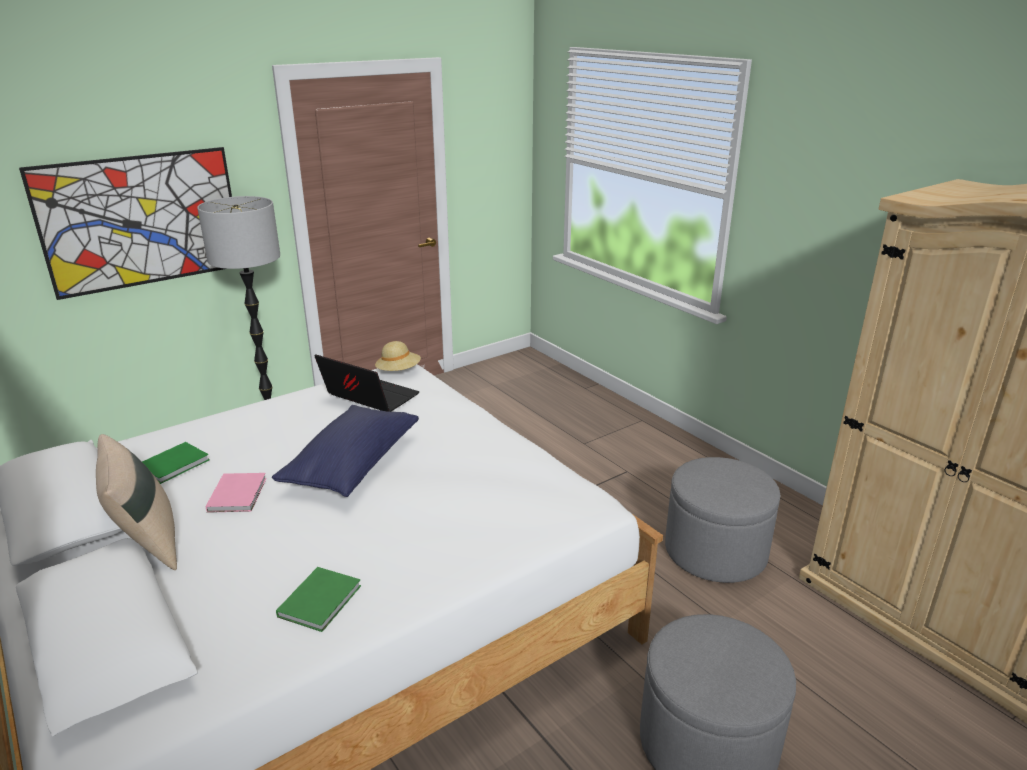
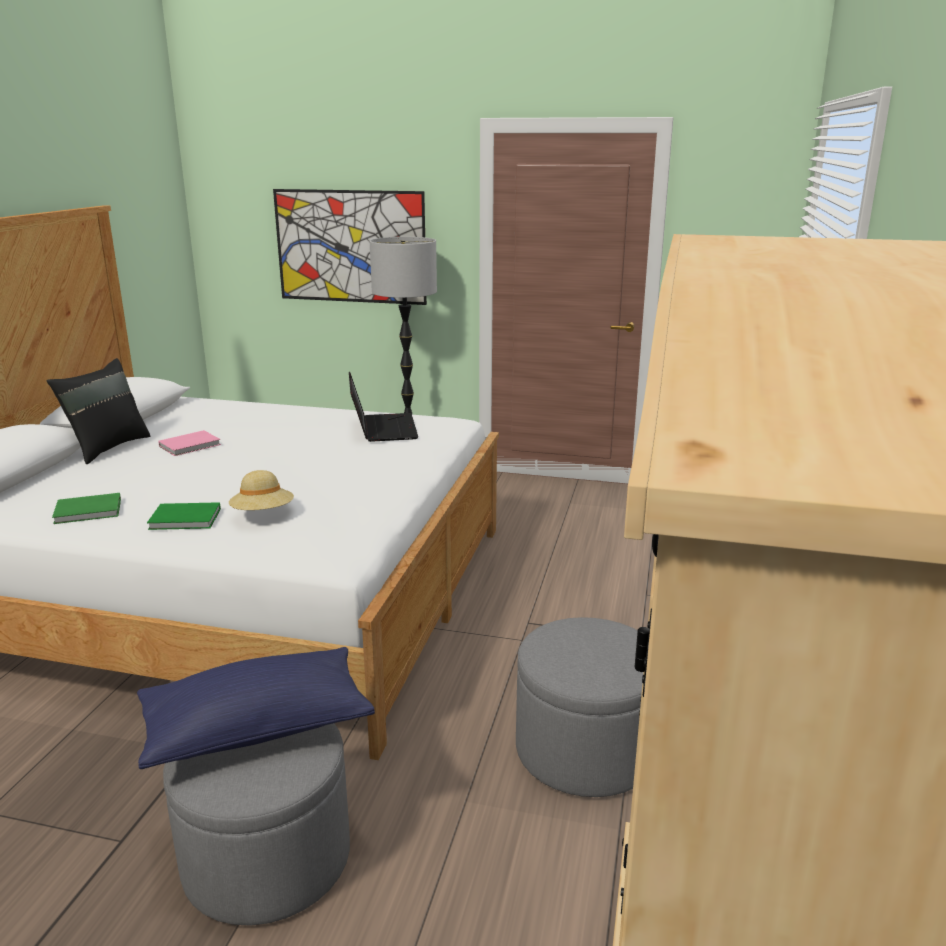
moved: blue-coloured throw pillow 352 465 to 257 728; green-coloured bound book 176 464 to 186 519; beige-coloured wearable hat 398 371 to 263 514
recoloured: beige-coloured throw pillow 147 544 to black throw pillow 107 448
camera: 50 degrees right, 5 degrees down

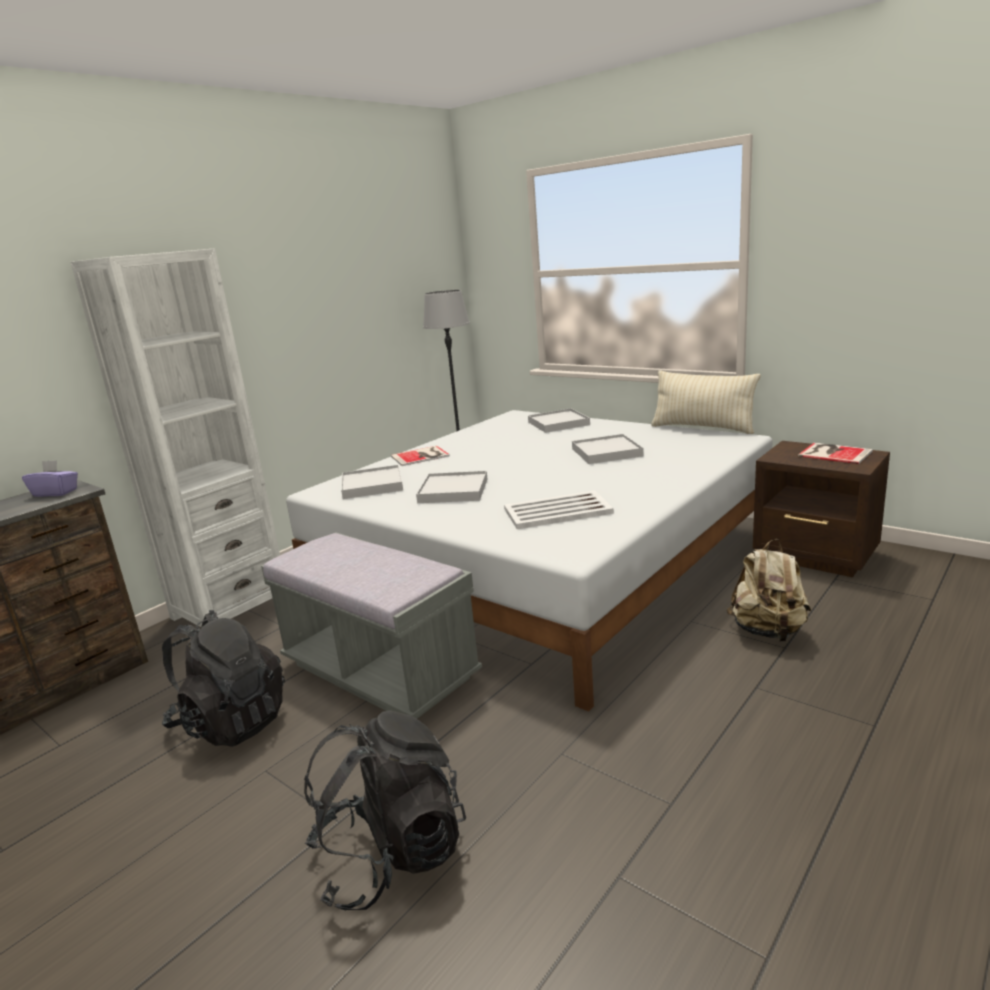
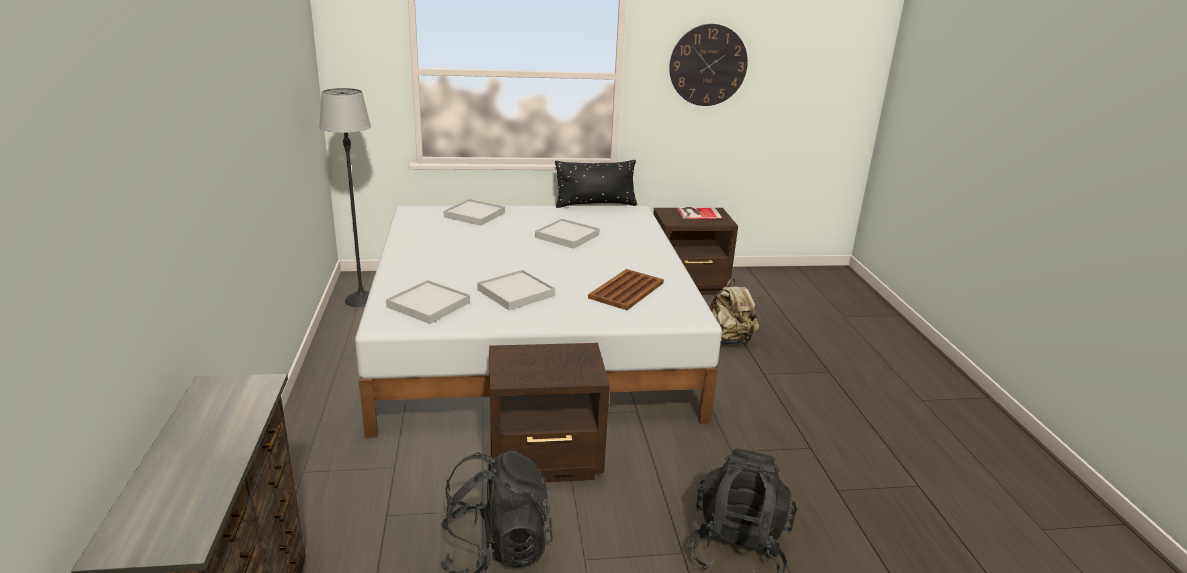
removed: purplish tissue box 56 493; whitish bookcase 230 608; bound book 421 456
added: clock on the wall 708 65
replaced: gray indoor bench 379 672 to brown night table 546 461
recoloured: beige-coloured throw pillow 703 428 to black throw pillow 595 204; whitish carrying tray 556 511 to brown carrying tray 626 290
camera: 50 degrees left, 5 degrees up

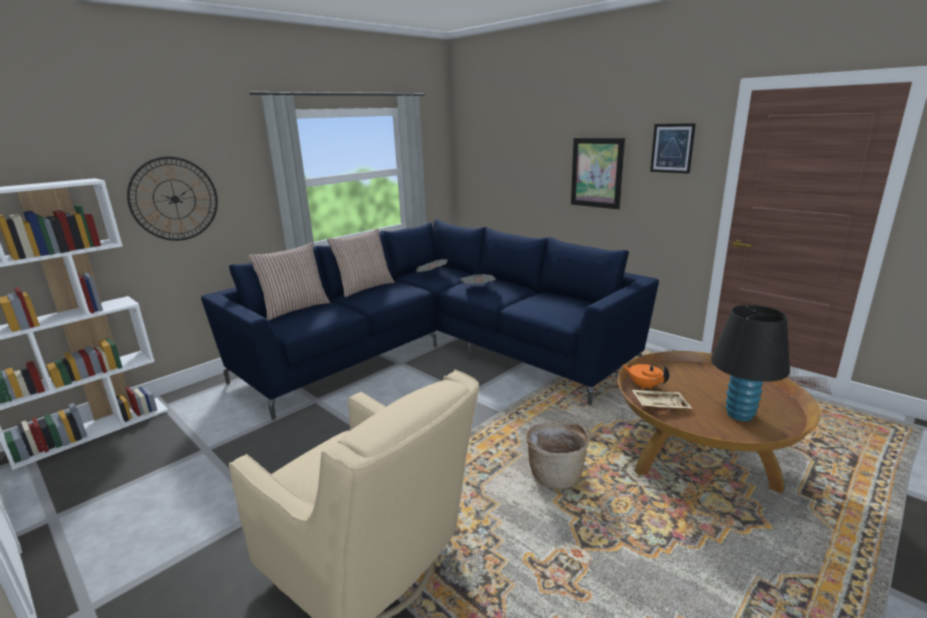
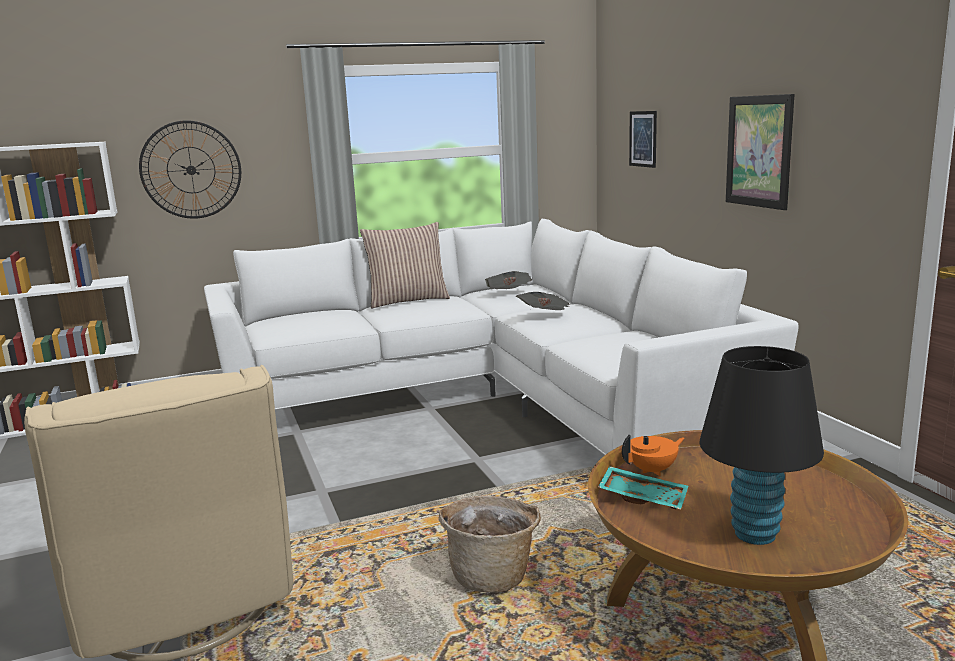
removed: throw pillow 295 308
moved: wall art 672 148 to 643 139
recoloured: blue-coloured sofa 436 351 to whitish sofa 490 401; beige-coloured carrying tray 660 405 to turquoise carrying tray 643 497
turned: orange tea pot 644 386 = 652 470 90 degrees clockwise
camera: 25 degrees right, 5 degrees down

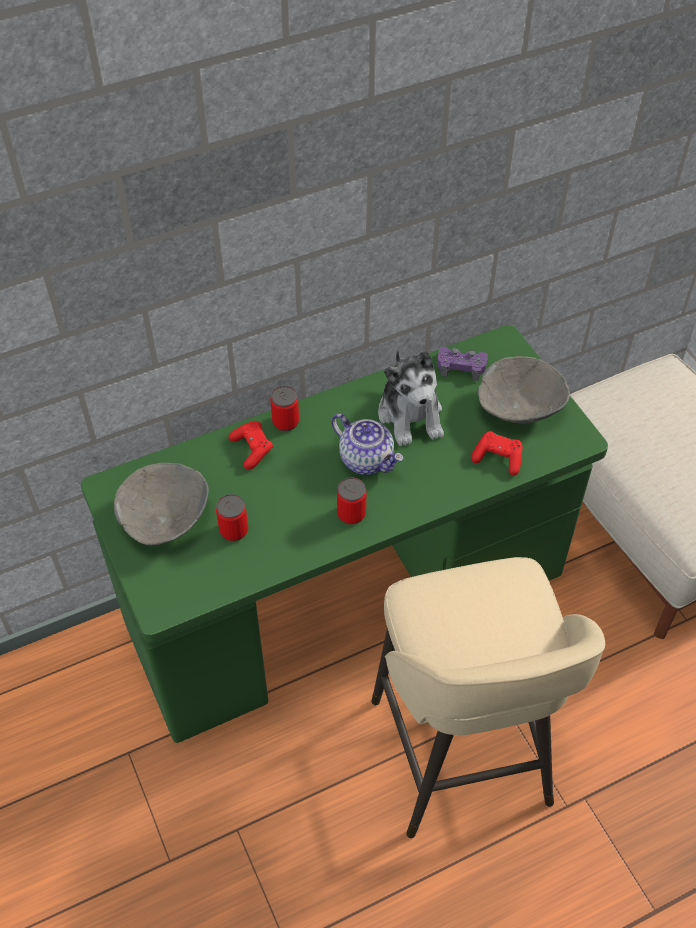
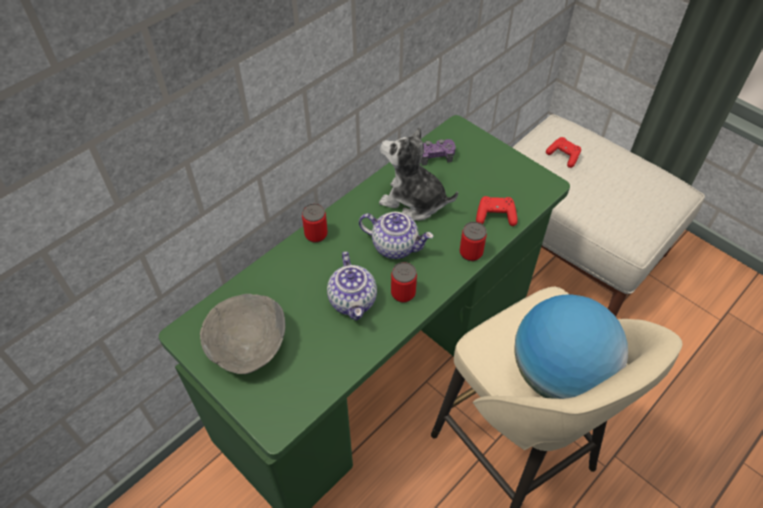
removed: gray bowl 519 408
added: tea pot 353 301; desk globe 558 374
moved: metal can 234 530 to 471 252; red-coloured gamepad 252 449 to 563 156
turned: plush toy 411 415 = 413 201 150 degrees clockwise
camera: 20 degrees left, 0 degrees up

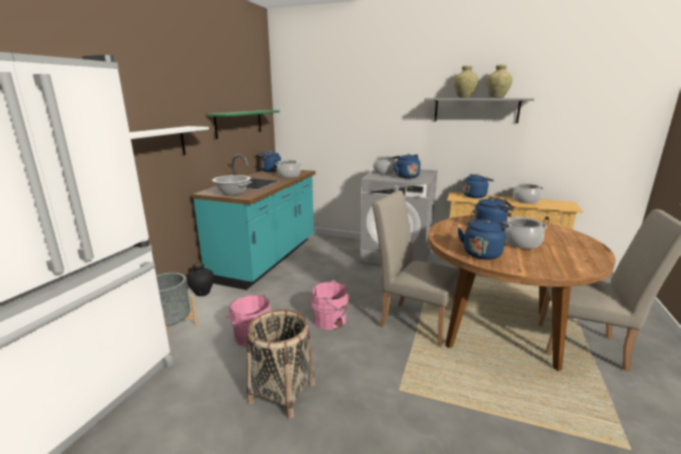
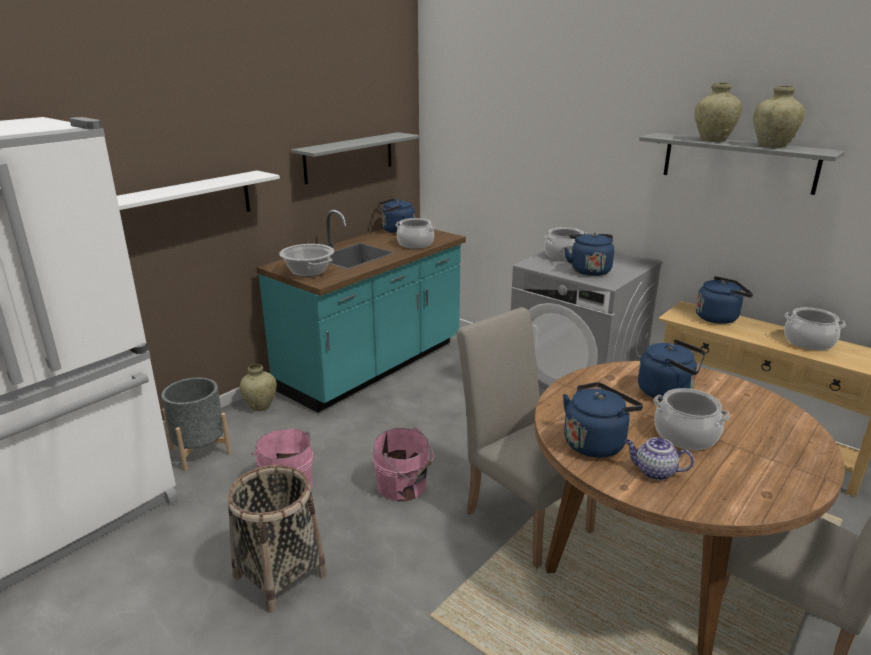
added: tea pot 654 472
recoloured: black vase 202 293 to beige-coloured vase 260 406; green-coloured shelf 239 123 to gray shelf 349 157
camera: 20 degrees right, 5 degrees up

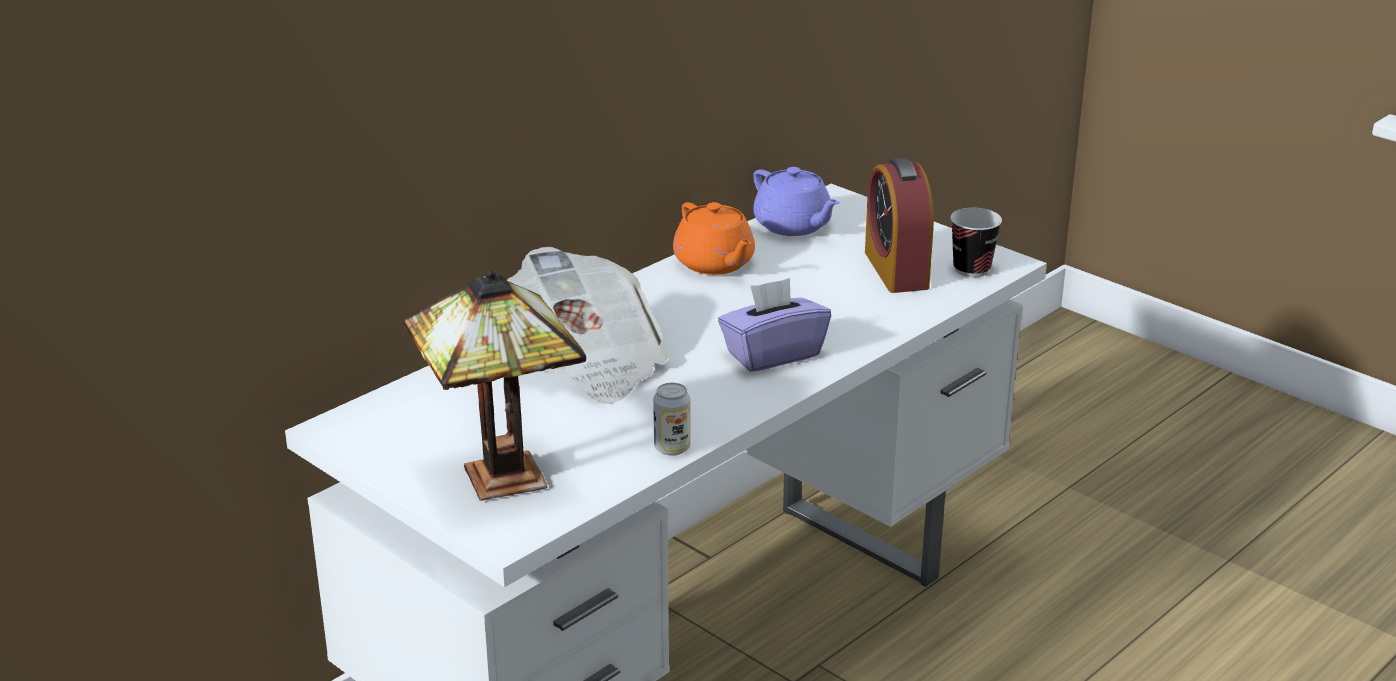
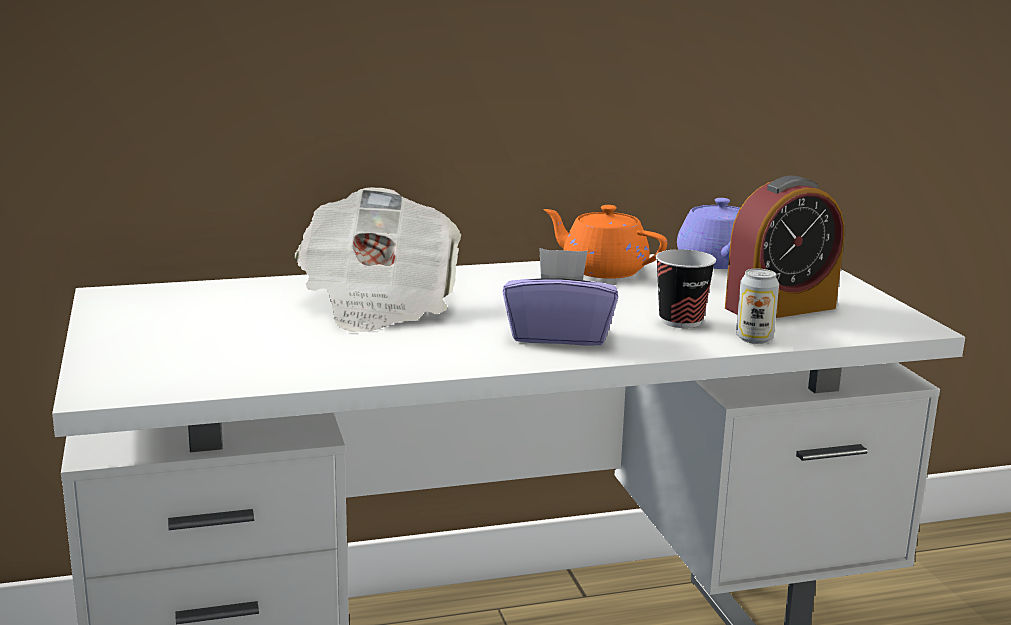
removed: tabletop lamp 500 481
moved: drinking cup 971 269 to 681 321; metal can 672 448 to 754 339
turned: orange tea pot 715 264 = 602 270 120 degrees clockwise; table clock 896 270 = 780 308 135 degrees counterclockwise
camera: 30 degrees right, 10 degrees down

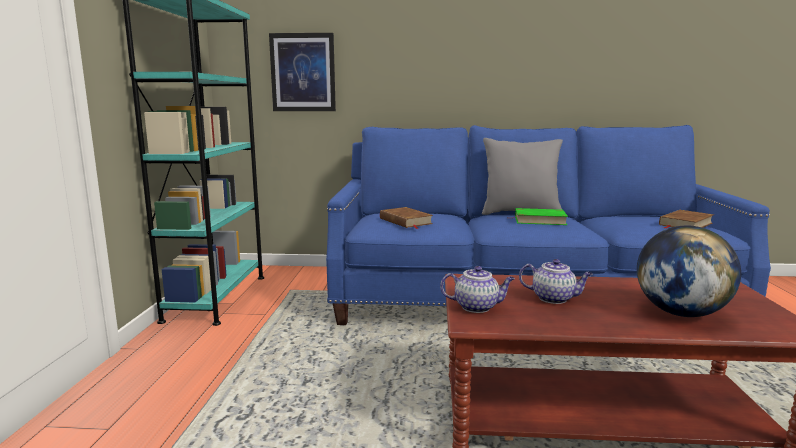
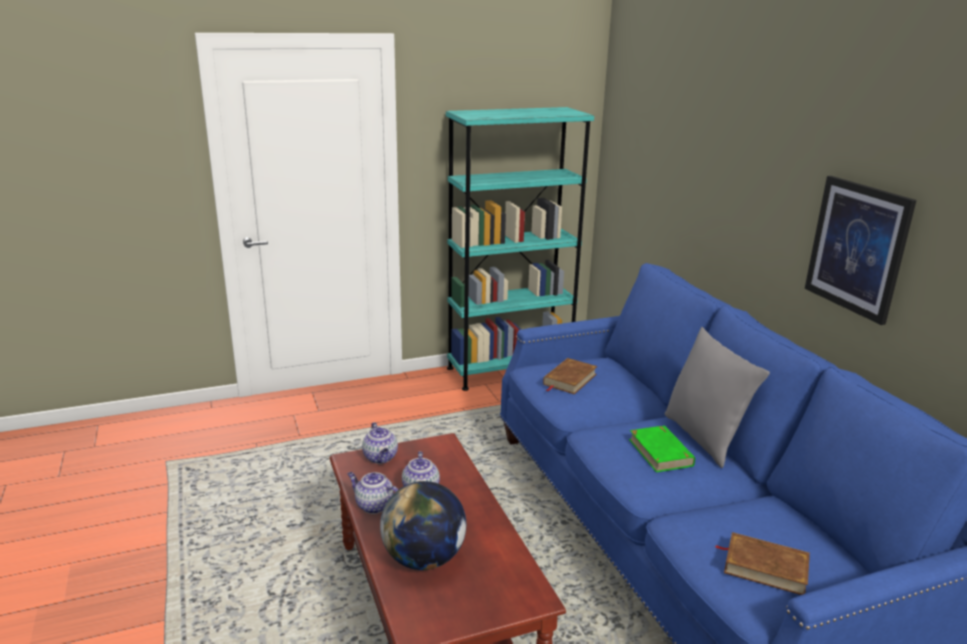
added: tea pot 373 505
moved: wall art 303 72 to 857 248
camera: 65 degrees right, 10 degrees up

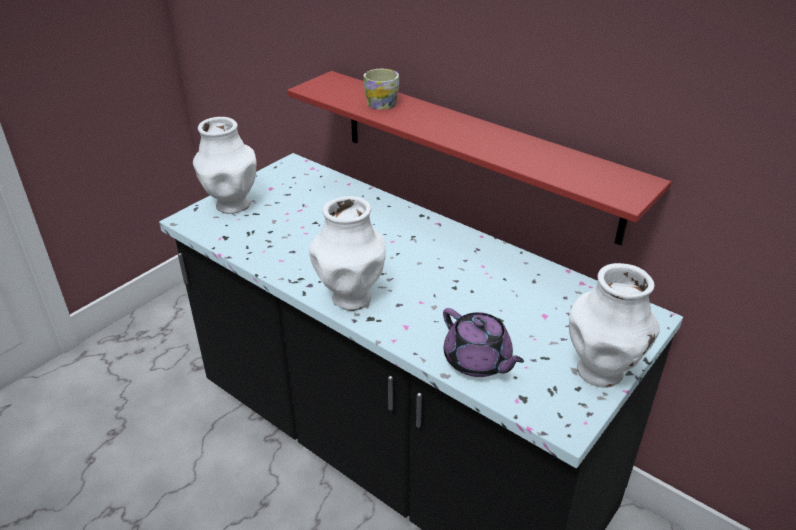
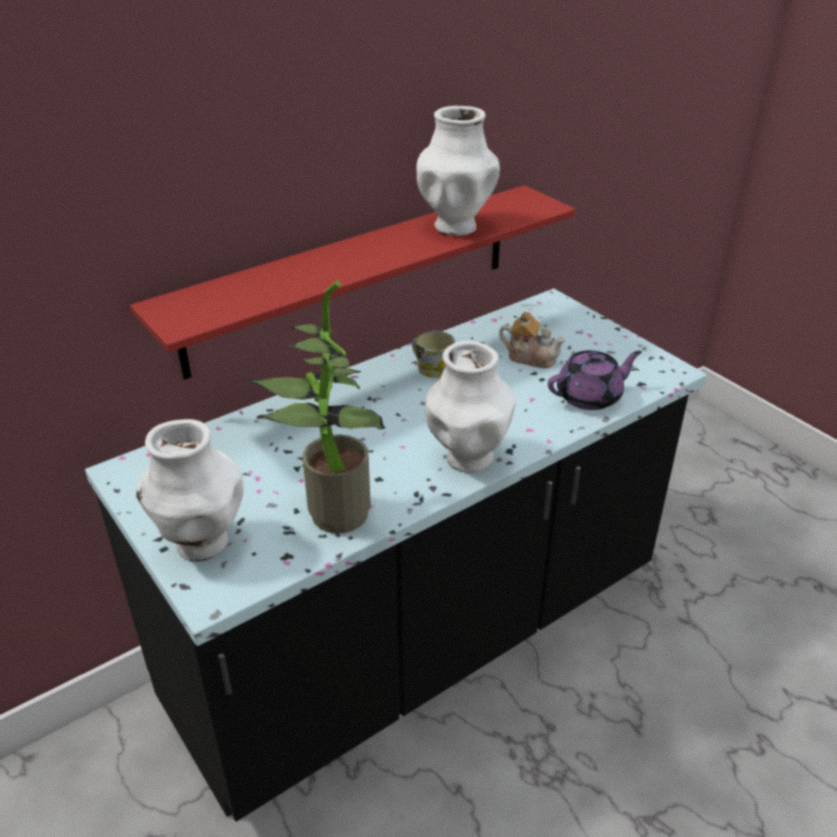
added: houseplant 330 516; tea pot 530 357
moved: tea mug 384 102 to 430 367; whitish vase 601 372 to 456 226
camera: 75 degrees left, 0 degrees up

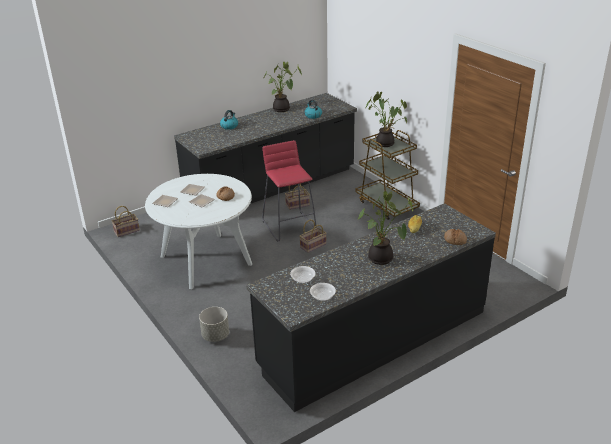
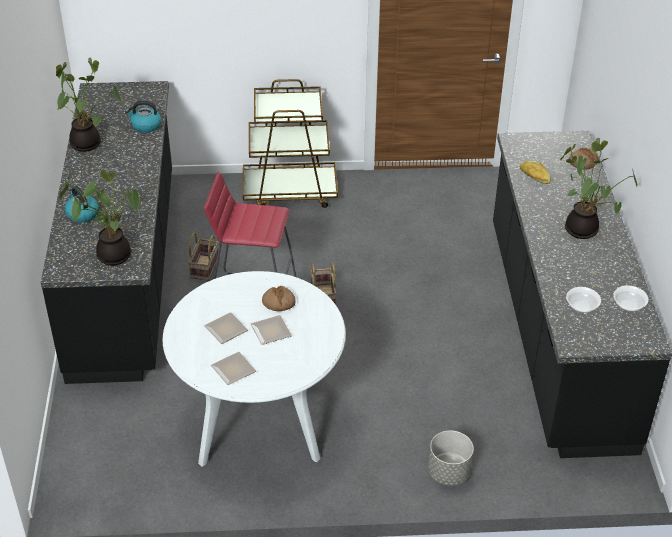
removed: household basket 127 231
moved: houseplant 386 143 to 113 253
camera: 60 degrees left, 10 degrees up

